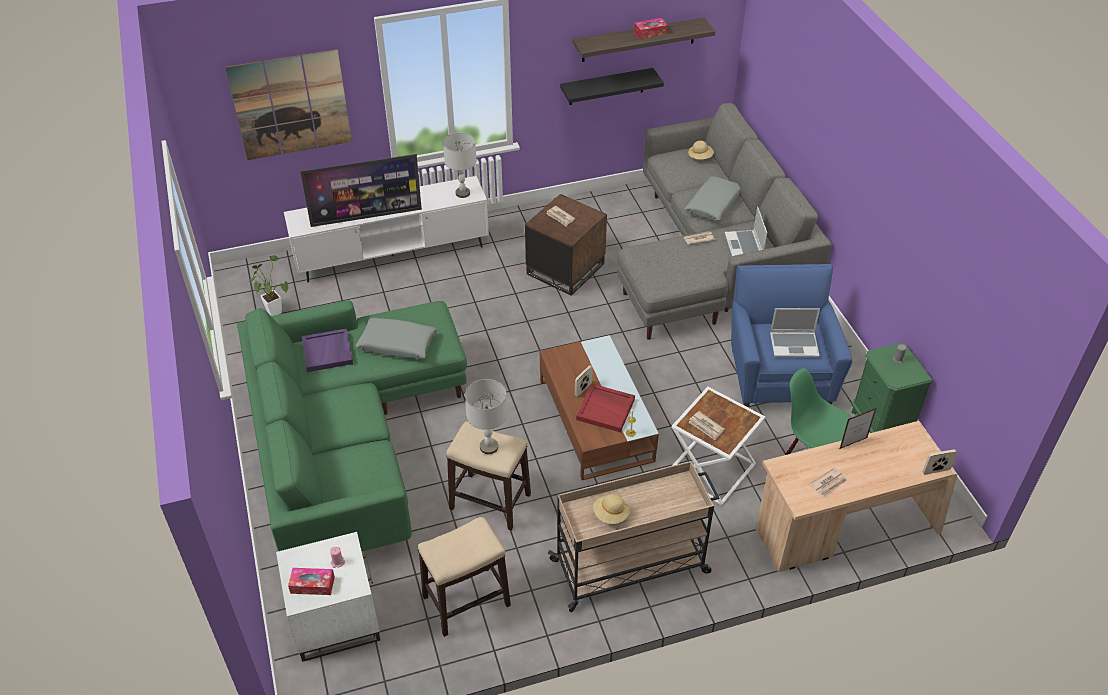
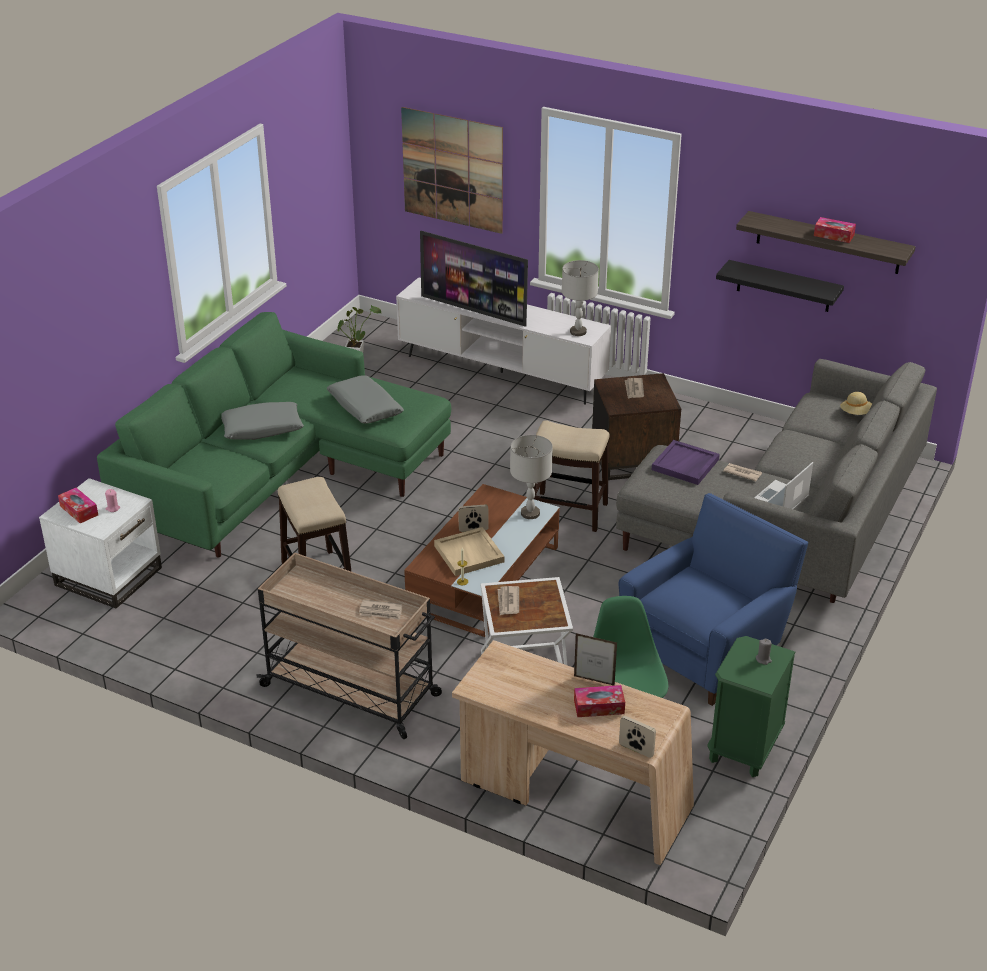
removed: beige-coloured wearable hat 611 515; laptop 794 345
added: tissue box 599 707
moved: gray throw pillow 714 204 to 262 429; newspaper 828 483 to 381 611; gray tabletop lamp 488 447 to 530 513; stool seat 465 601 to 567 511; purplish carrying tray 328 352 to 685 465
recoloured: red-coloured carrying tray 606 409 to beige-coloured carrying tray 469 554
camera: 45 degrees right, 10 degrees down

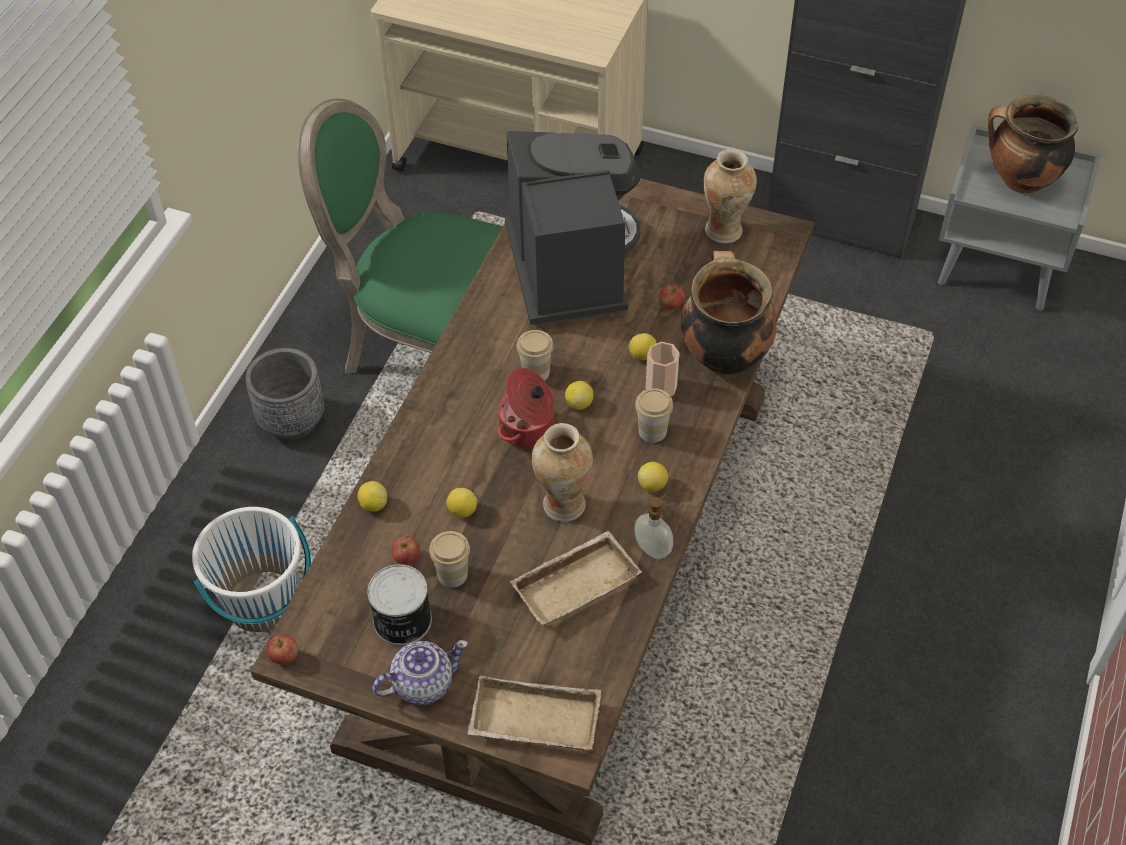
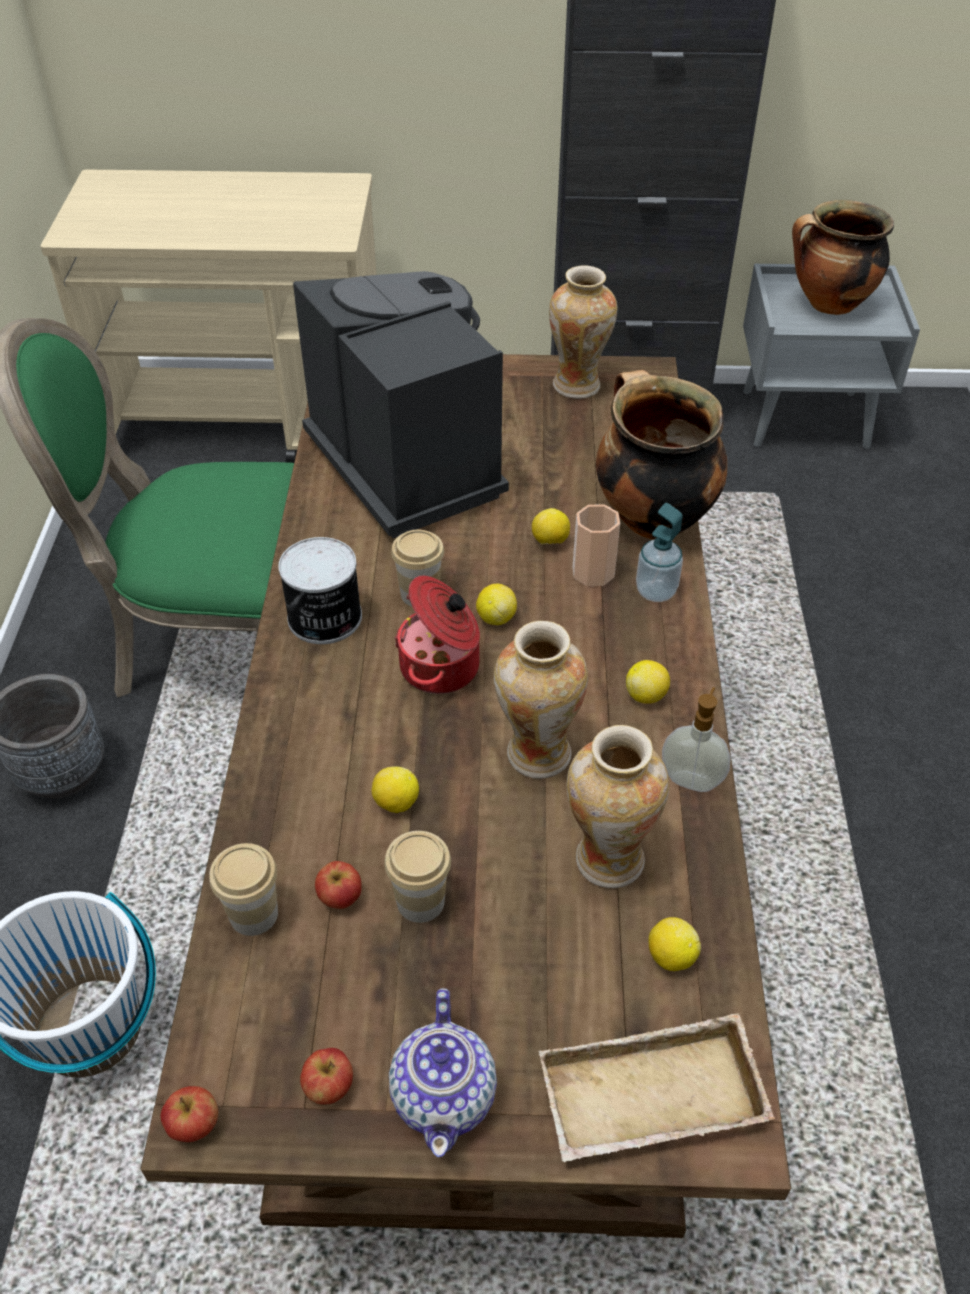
added: soap bottle 656 591
moved: drinking cup 652 431 to 253 914; metal can 402 622 to 324 619; apple 671 305 to 328 1087; citrus fruit 373 504 to 670 956
replaced: beige-coloured carrying tray 575 582 to vase 607 858
turned: tea pot 422 683 = 445 1095 135 degrees clockwise
camera: 20 degrees left, 5 degrees down

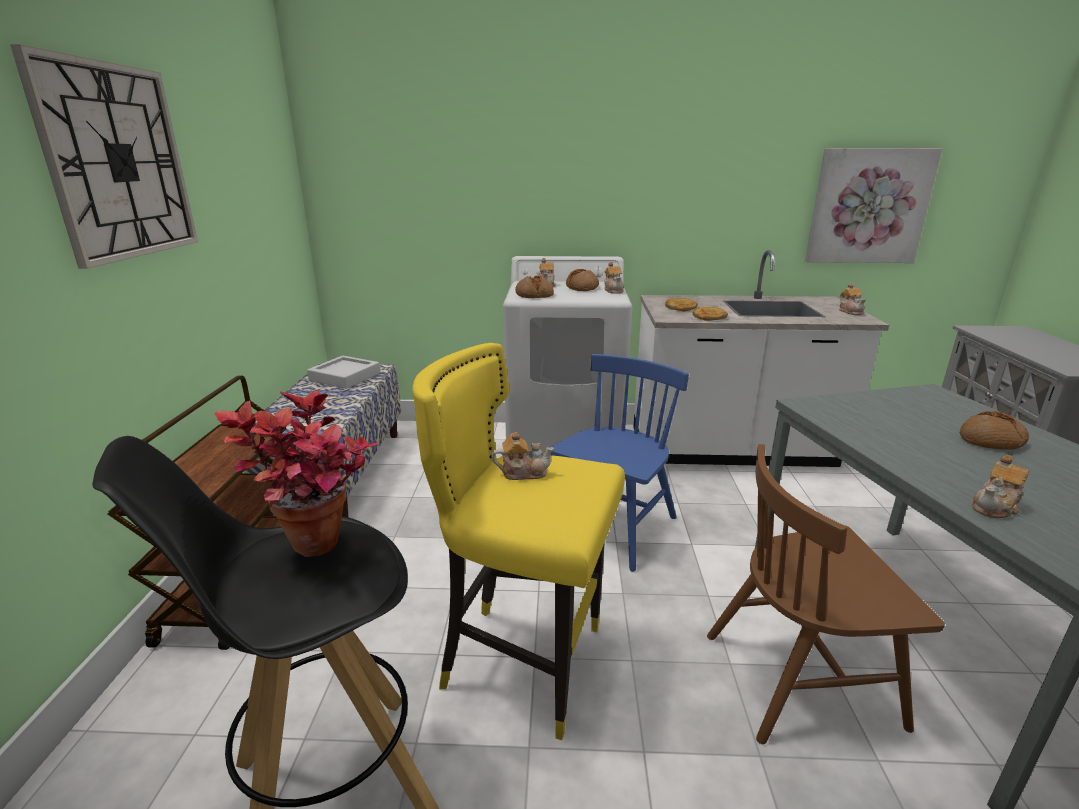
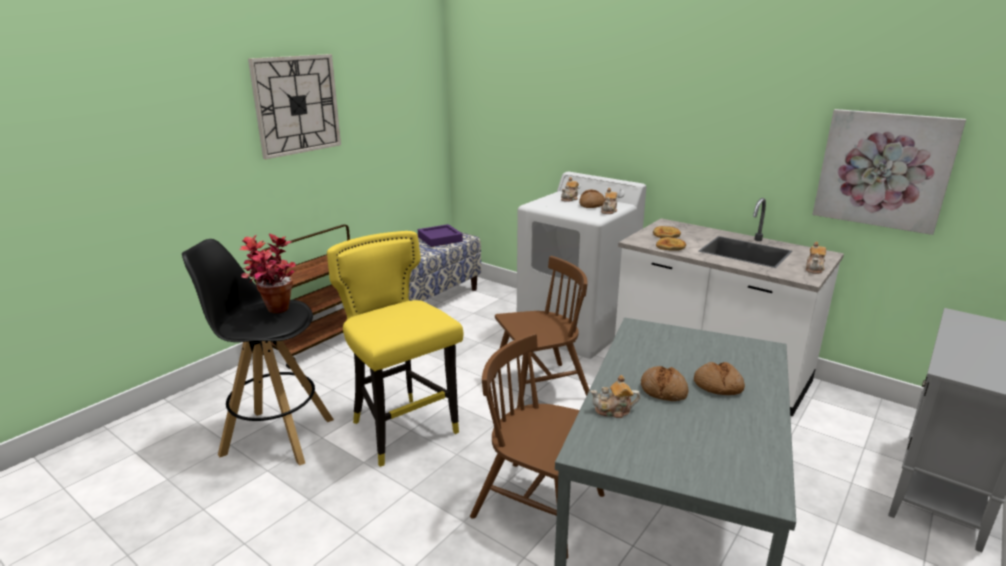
removed: tea pot 523 472
moved: baked bread 534 295 to 663 390
recoloured: gray carrying tray 345 377 to purplish carrying tray 440 239; blue-coloured plain chair 612 527 to brown plain chair 539 388
camera: 35 degrees right, 0 degrees up

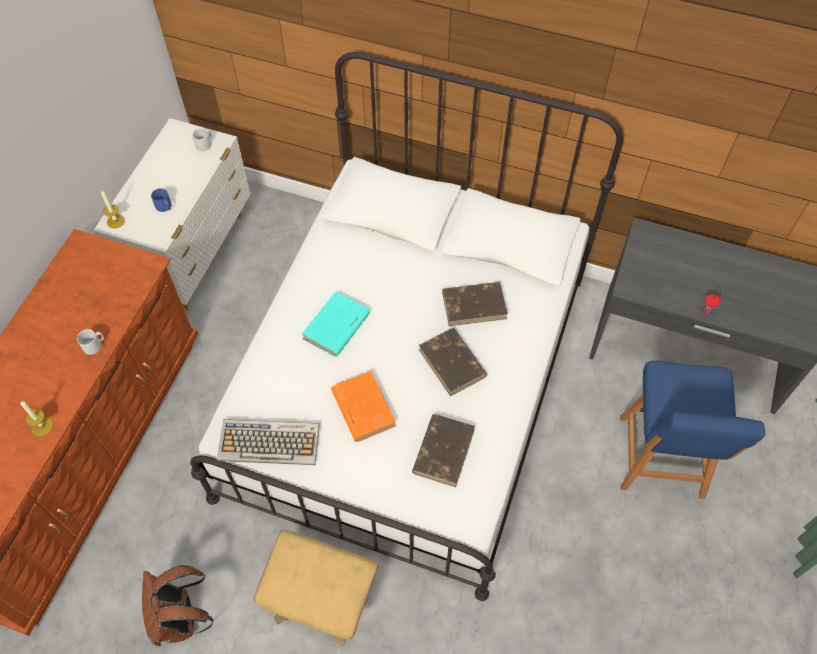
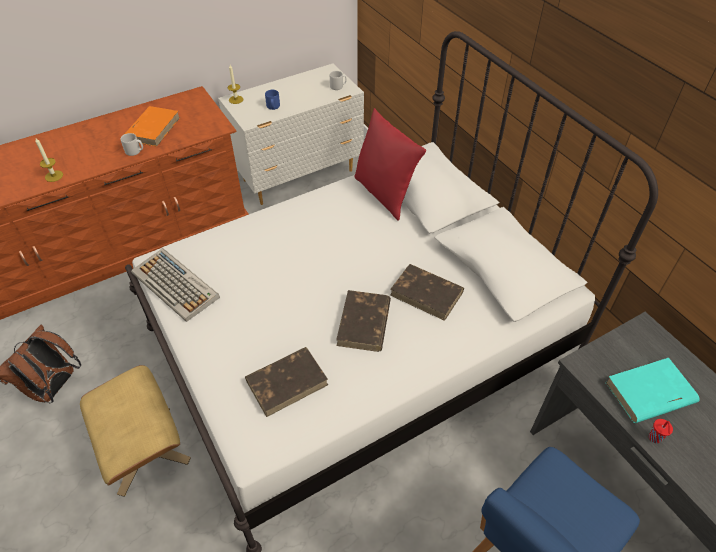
added: red-coloured throw pillow 385 194
moved: orange bound book 363 407 to 153 128; turquoise bound book 336 327 to 649 393
camera: 40 degrees right, 10 degrees down

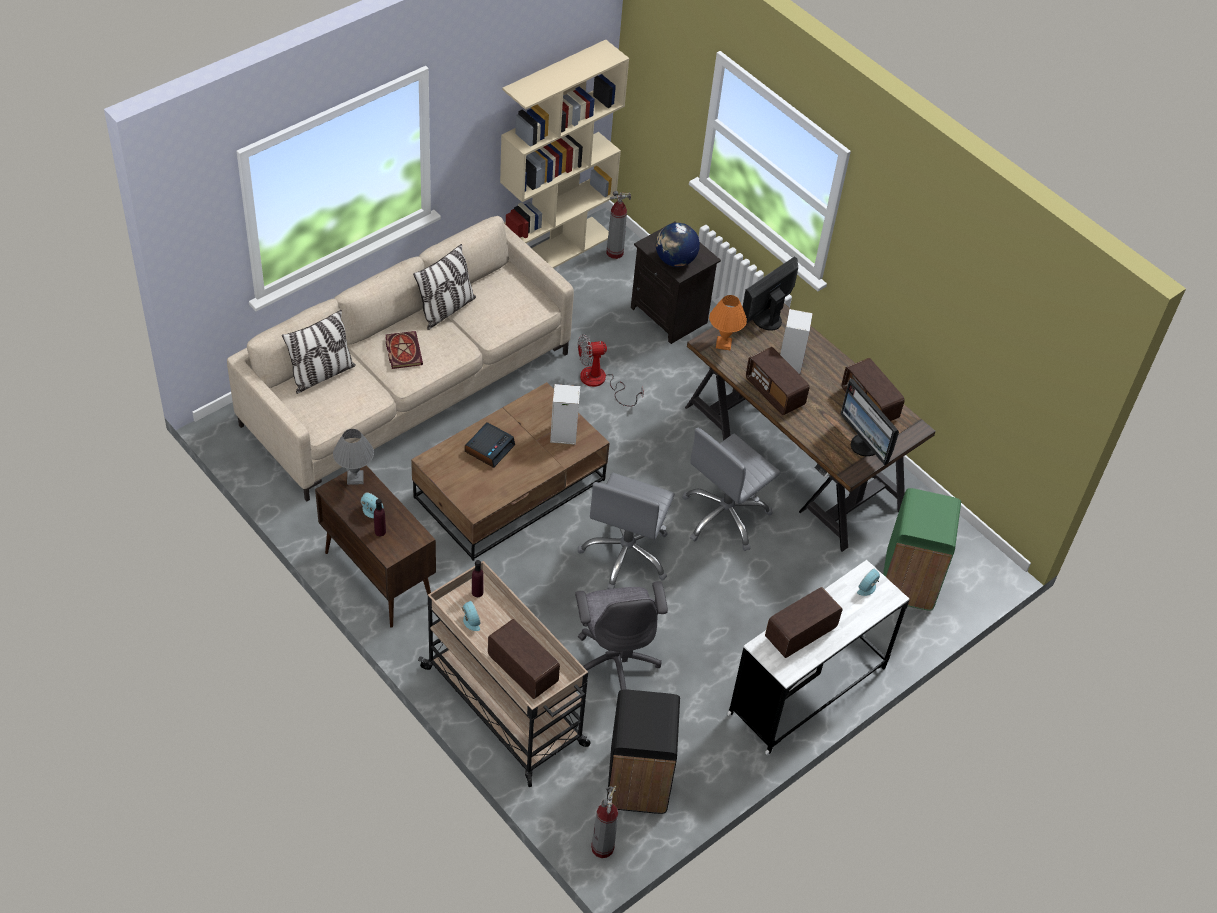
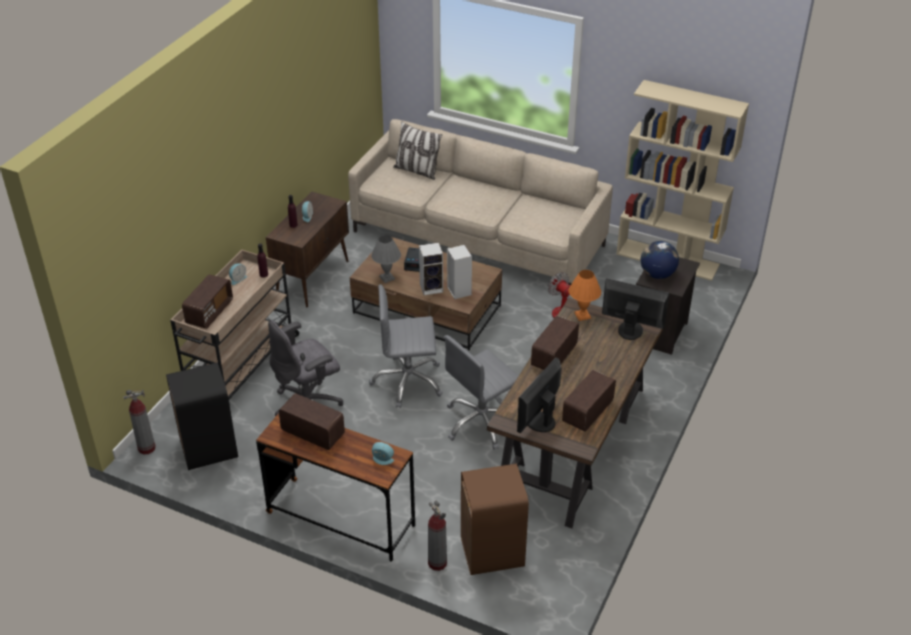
removed: bound book 402 350; throw pillow 446 309
moved: gray tabletop lamp 354 478 to 386 277; audio speaker 789 361 to 432 287; fire extinguisher 614 253 to 437 563
recoloured: whitish desk unit 807 691 to brown desk unit 340 519; green-coloured waste bin 908 582 to brown waste bin 491 552
turned: gray office chair 725 516 = 481 422 60 degrees counterclockwise
camera: 70 degrees right, 10 degrees down

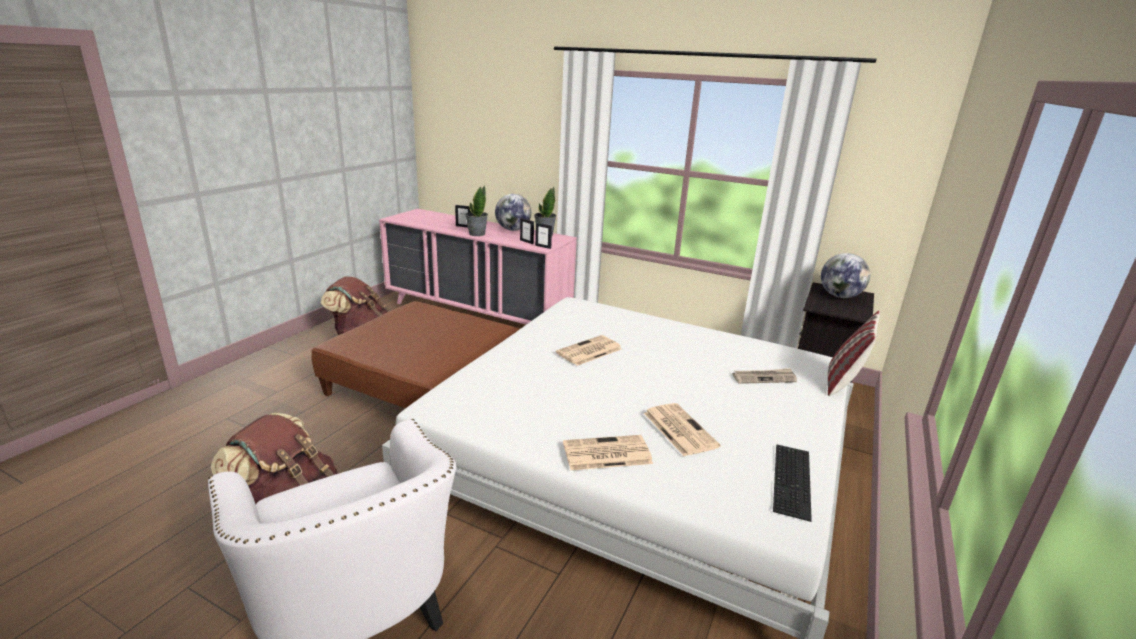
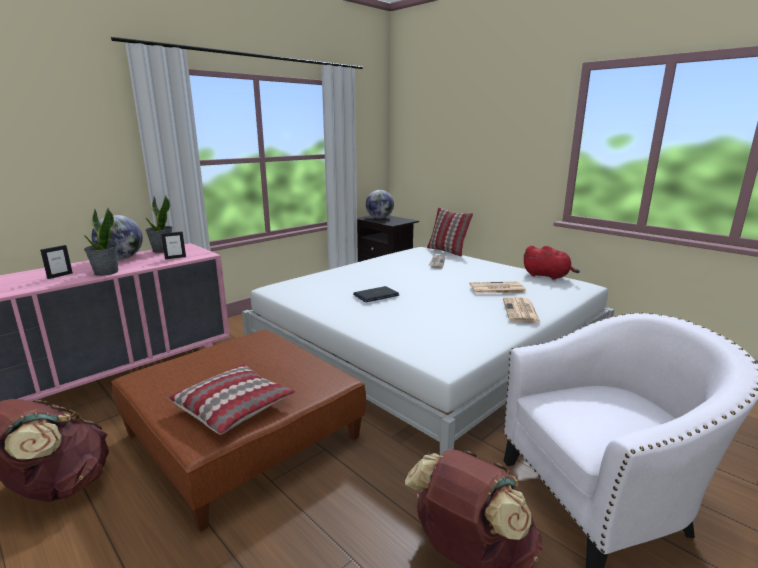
removed: photo frame 543 247
added: throw pillow 234 407
replaced: newspaper 589 351 to laptop 376 295; computer keyboard 794 481 to red-coloured plush toy 547 276
camera: 70 degrees left, 5 degrees down

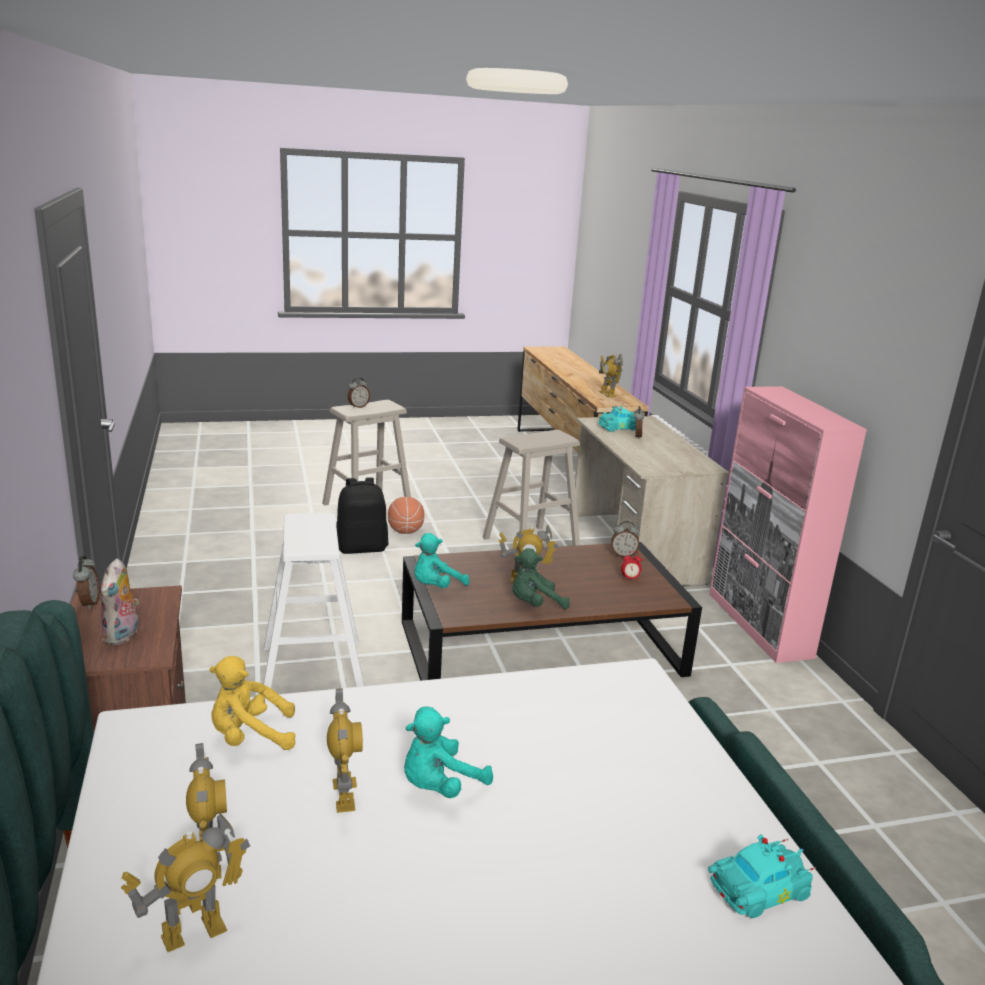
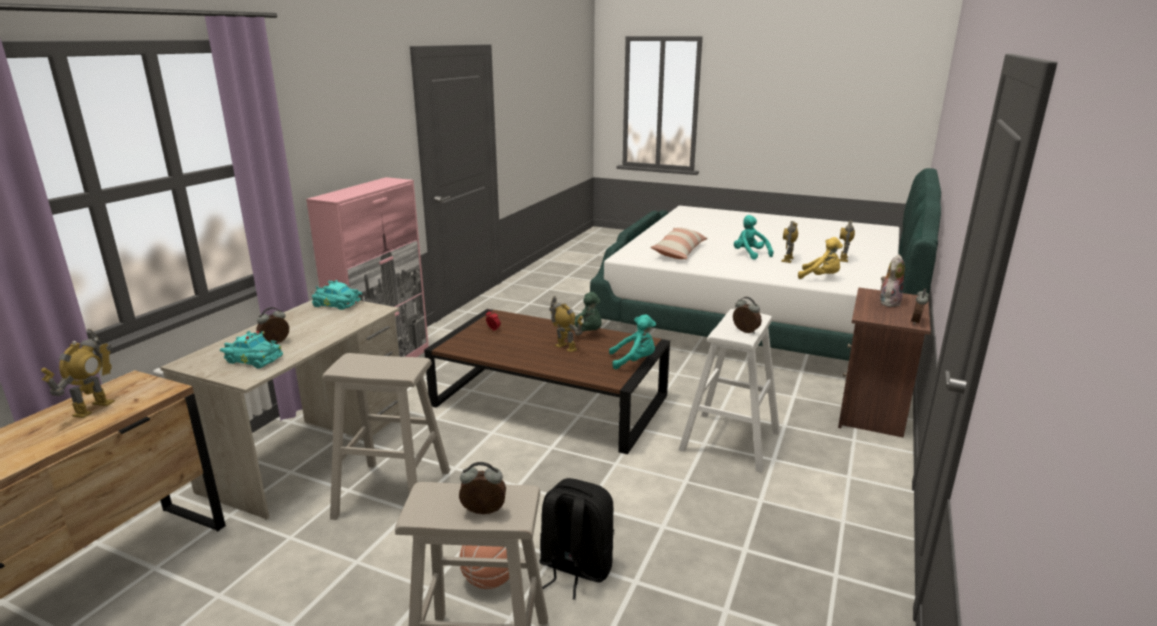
removed: toy robot 193 932
added: throw pillow 679 251
moved: turquoise miniature car 756 889 to 337 304; table clock 623 555 to 745 332
turned: turquoise plush toy 439 786 = 750 254 120 degrees counterclockwise
camera: 140 degrees left, 0 degrees up

